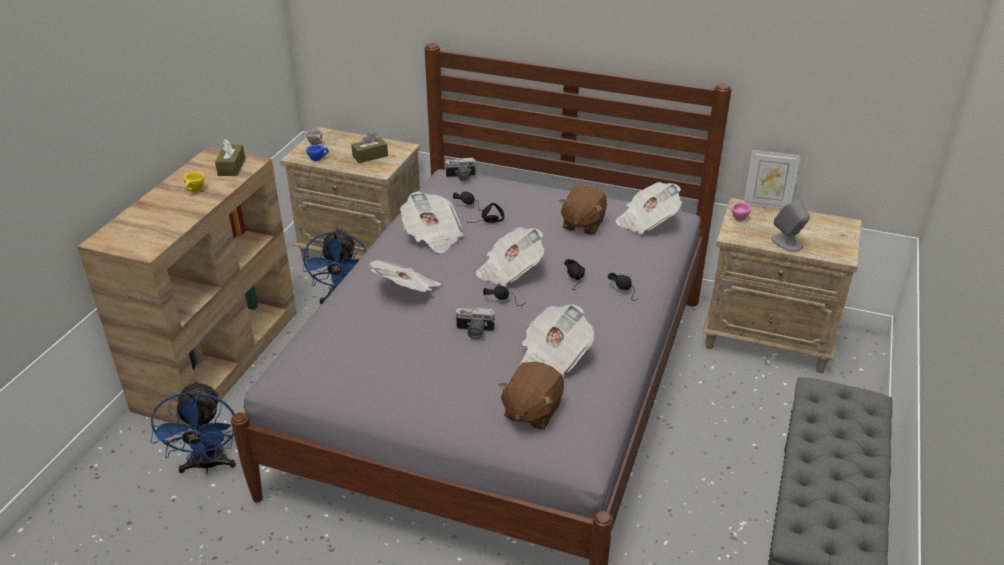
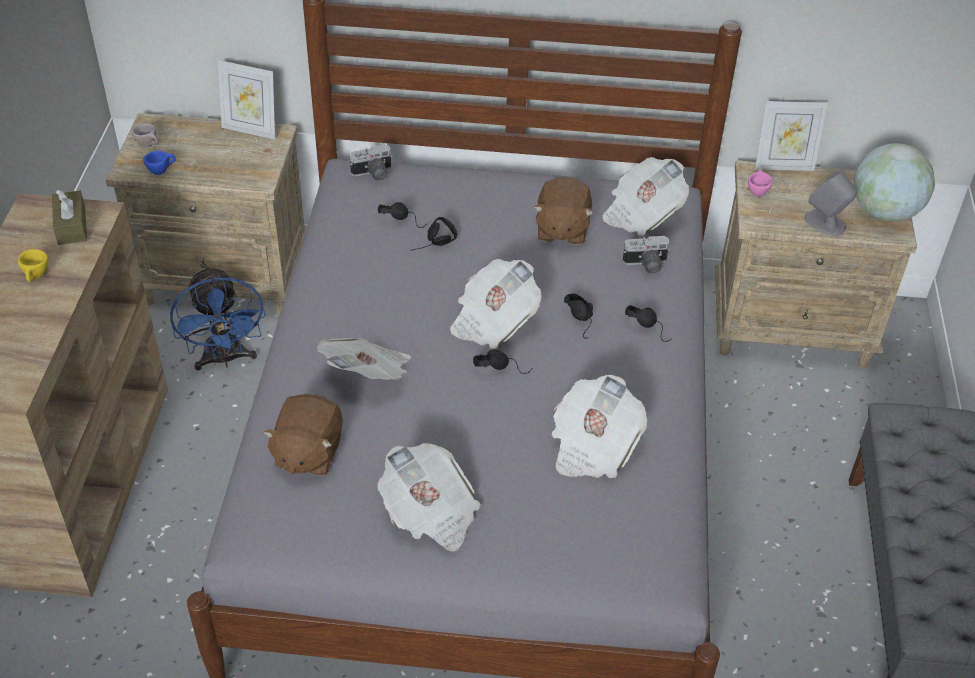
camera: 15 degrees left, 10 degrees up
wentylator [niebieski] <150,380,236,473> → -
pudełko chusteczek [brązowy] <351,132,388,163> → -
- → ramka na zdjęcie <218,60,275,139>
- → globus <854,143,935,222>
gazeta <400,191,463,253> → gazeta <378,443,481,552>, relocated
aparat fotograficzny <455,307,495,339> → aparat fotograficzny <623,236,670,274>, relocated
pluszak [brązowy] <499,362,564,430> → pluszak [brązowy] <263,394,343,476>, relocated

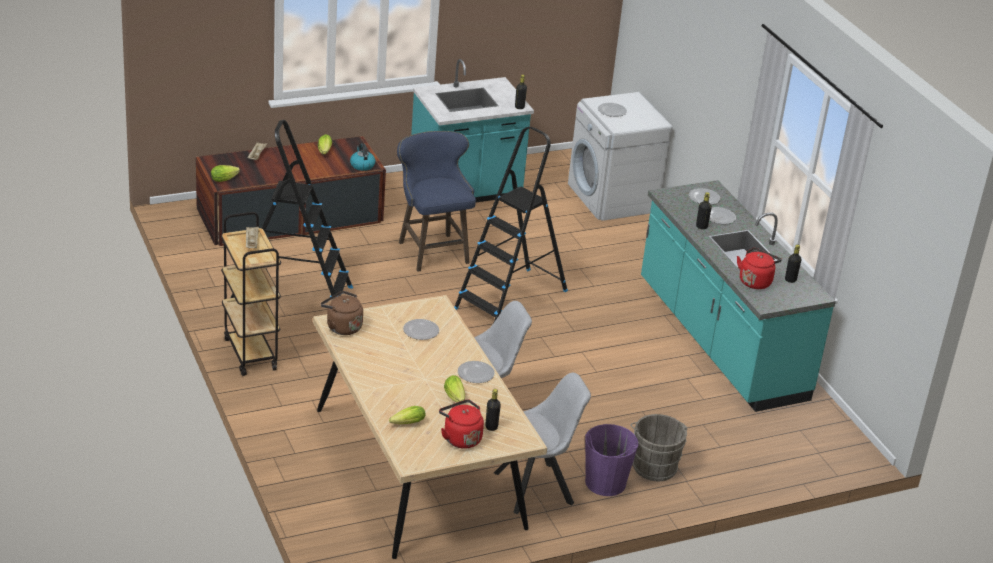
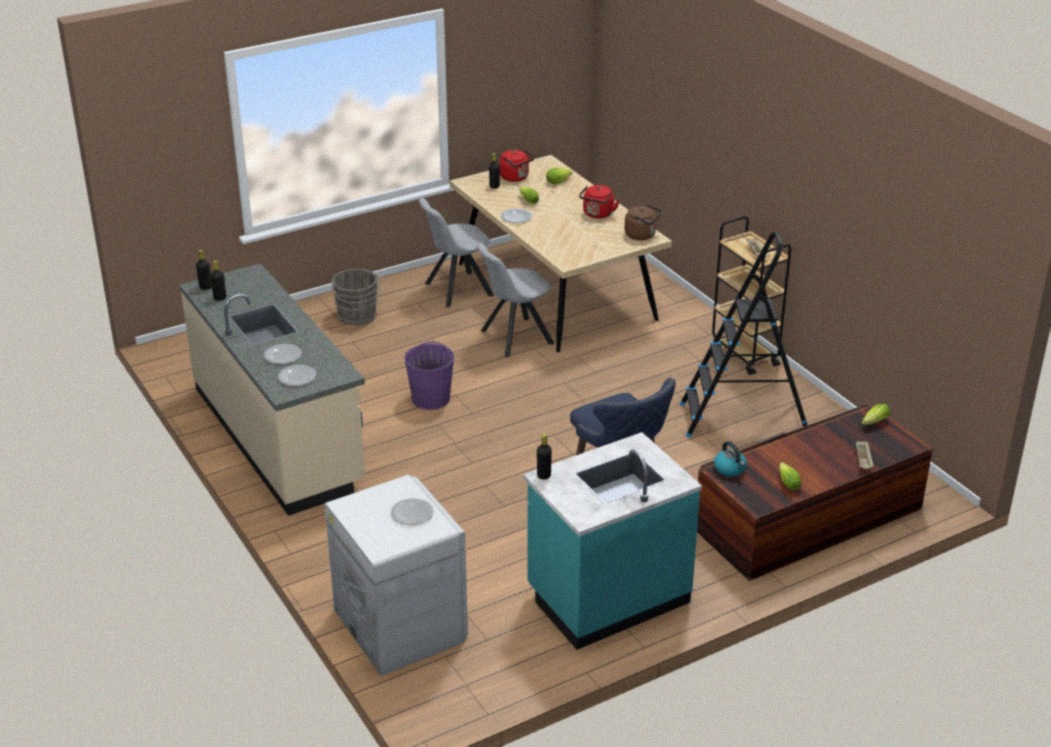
camera: 175 degrees right, 0 degrees up
talerz <403,319,439,340> → -
drabinka [czarny] <454,127,568,322> → -
wiadro [fioletowy] <585,424,639,496> → wiadro [fioletowy] <404,342,454,410>, relocated
butelka [czarny] <696,192,712,229> → butelka [czarny] <196,250,212,290>, relocated
czajnik [czerwony] <737,247,782,289> → czajnik [czerwony] <579,185,619,219>, relocated
zabudowa kuchenna [turkusowy] <641,180,836,412> → zabudowa kuchenna [beżowy] <180,263,365,516>

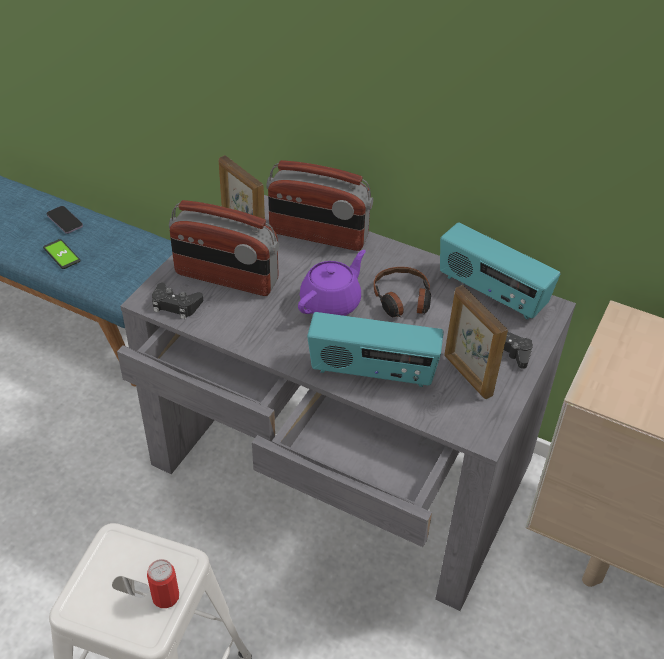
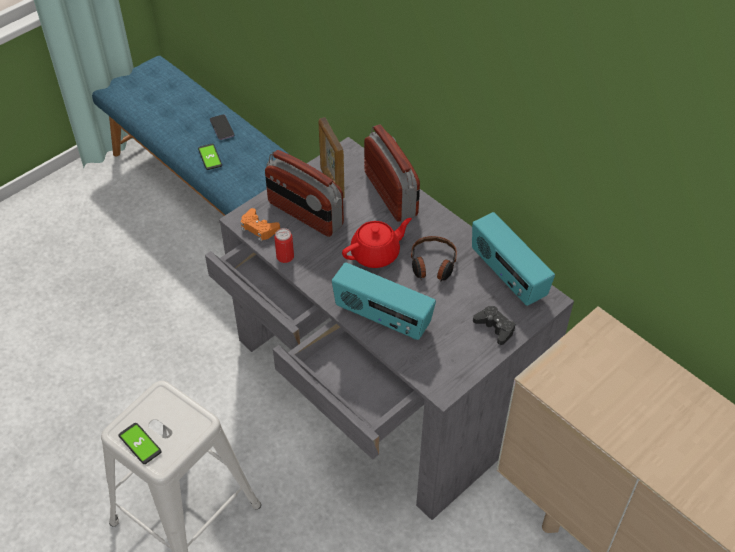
camera: 20 degrees right, 5 degrees up
ramka na zdjęcie <444,285,508,399> → -
- → telefon <119,423,162,464>
puszka <147,559,179,608> → puszka <275,228,294,263>, relocated
pad do gier [czarny] <152,283,203,319> → pad do gier [pomarańczowy] <241,208,280,241>
imbryk [fioletowy] <298,250,366,316> → imbryk [czerwony] <342,218,412,268>
radio <266,160,373,251> → radio <364,124,420,222>, 150 degrees counterclockwise

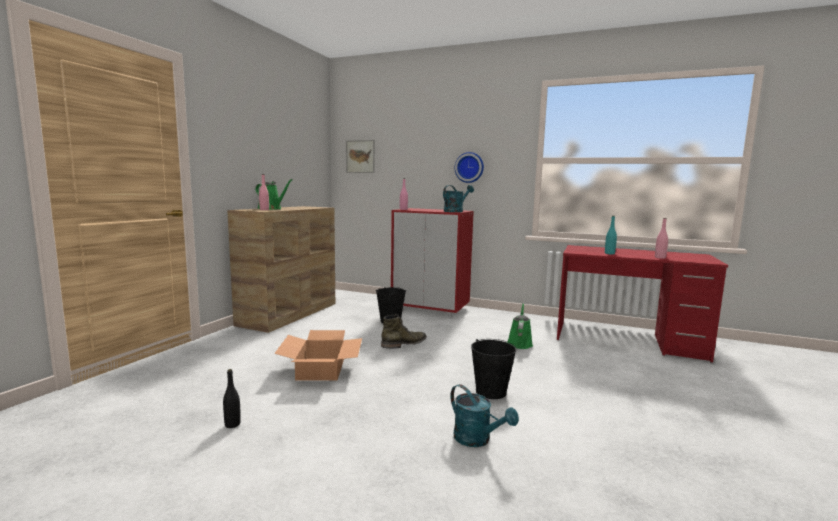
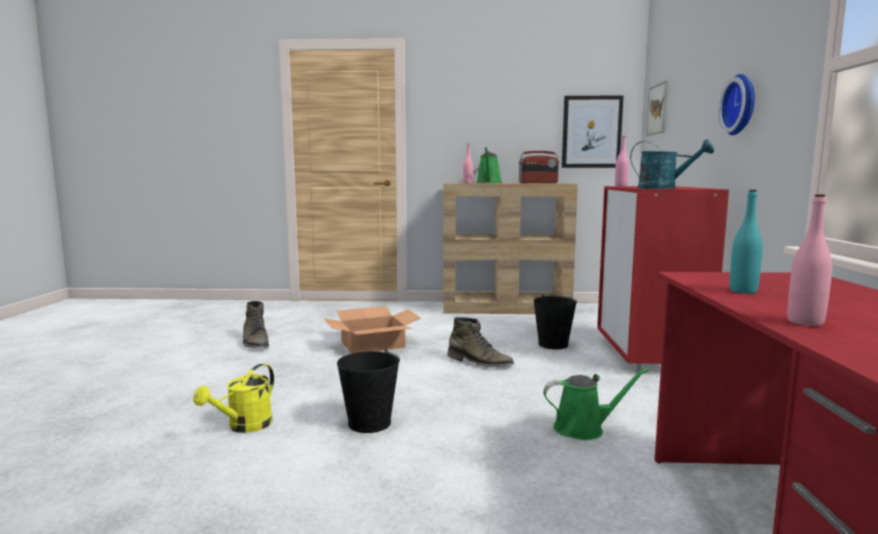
camera: 70 degrees right, 0 degrees up
- → radio <519,151,559,183>
- → obraz <562,96,623,168>
butelka [czarny] <223,369,241,428> → but z cholewką [zielony] <243,301,269,348>
konewka [turkusowy] <450,384,519,447> → konewka [żółty] <193,364,274,433>

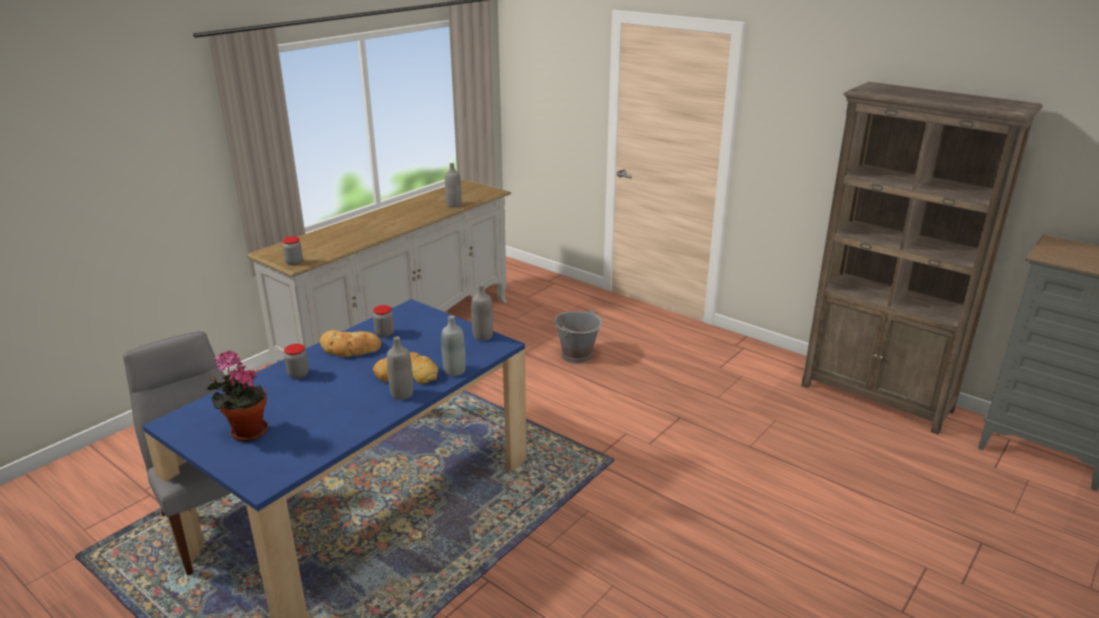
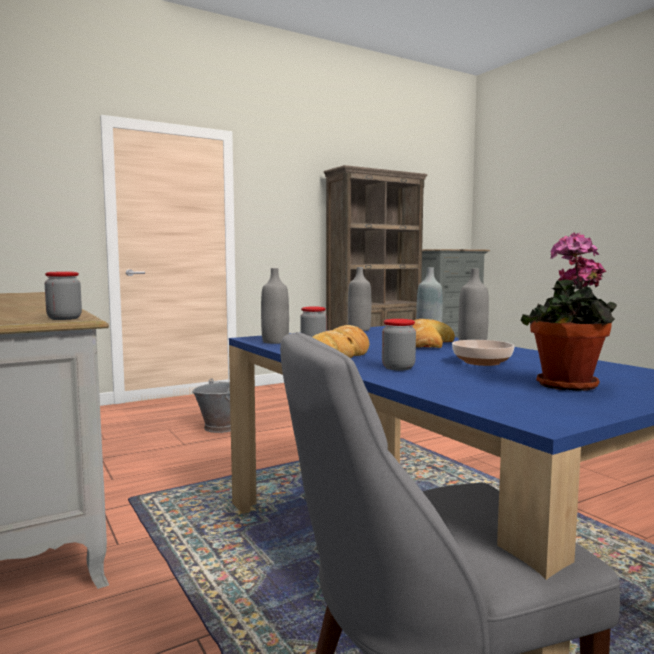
camera: 70 degrees left, 20 degrees down
- → miska <452,340,515,366>
butelka [szary] <445,163,462,207> → butelka [szary] <261,268,289,344>, relocated

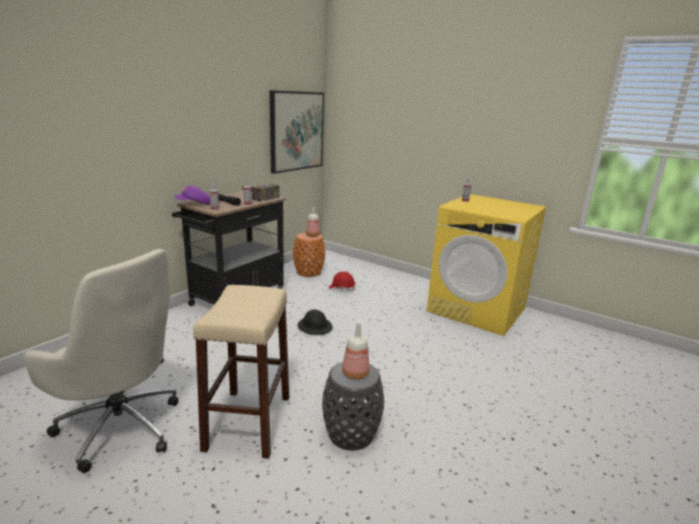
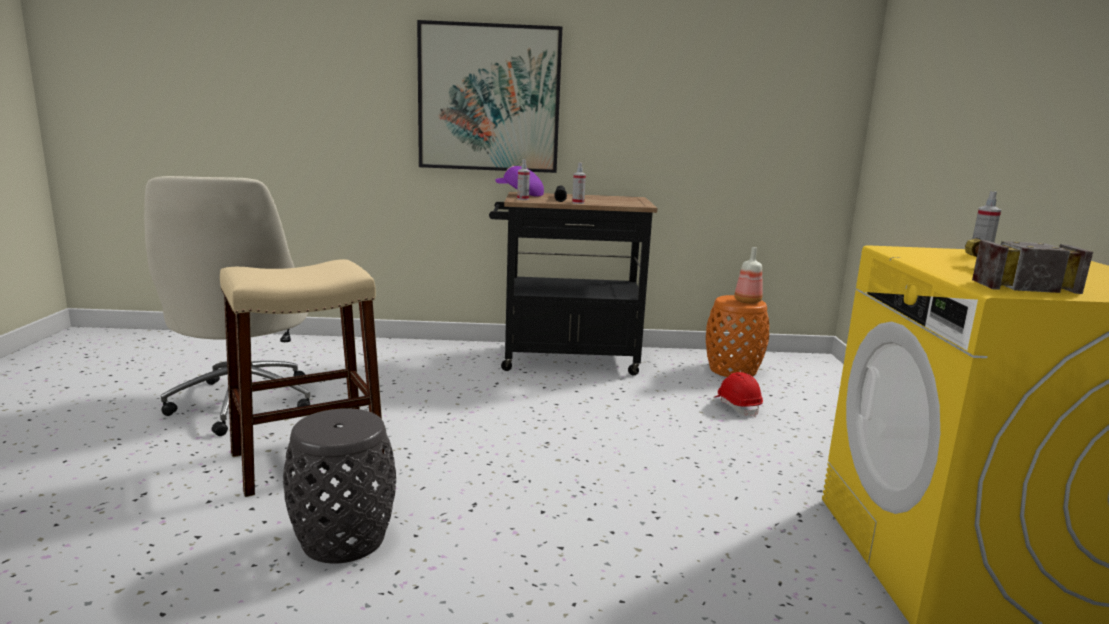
camera: 55 degrees right, 5 degrees down
kask [czarny] <297,309,333,335> → -
butelka <342,323,370,380> → -
młotek <242,184,280,202> → młotek <965,238,1093,294>, relocated
obraz <270,90,324,174> → obraz <417,20,563,173>, relocated

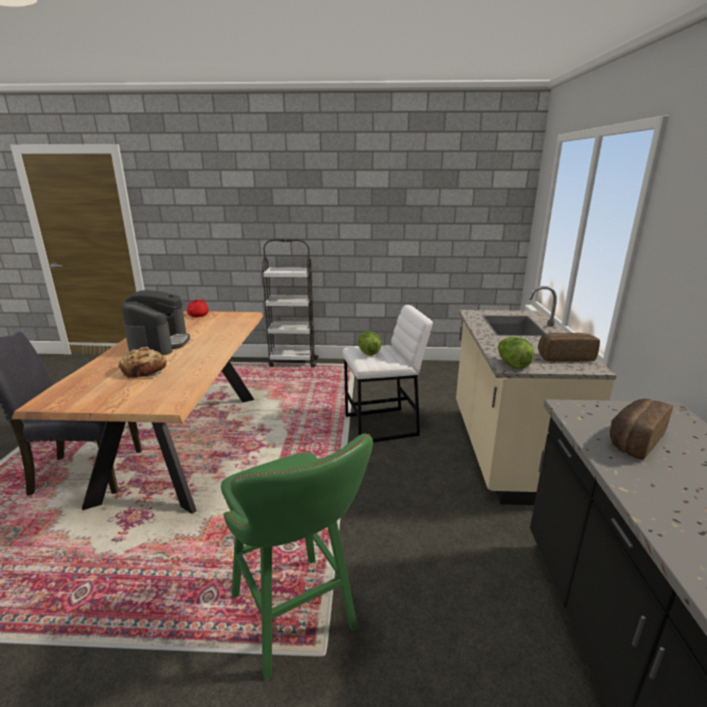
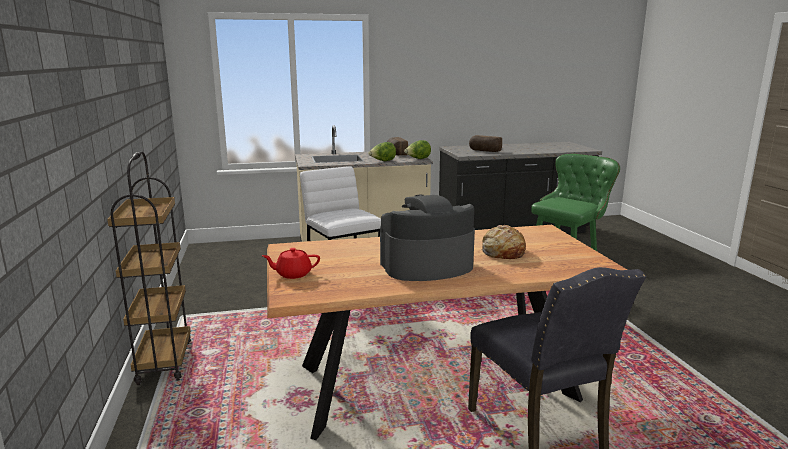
camera: 105 degrees left, 5 degrees down
sałata <358,331,382,356> → sałata <368,142,396,161>, relocated
wózek [biały] <262,239,320,368> → wózek [brązowy] <107,151,191,385>

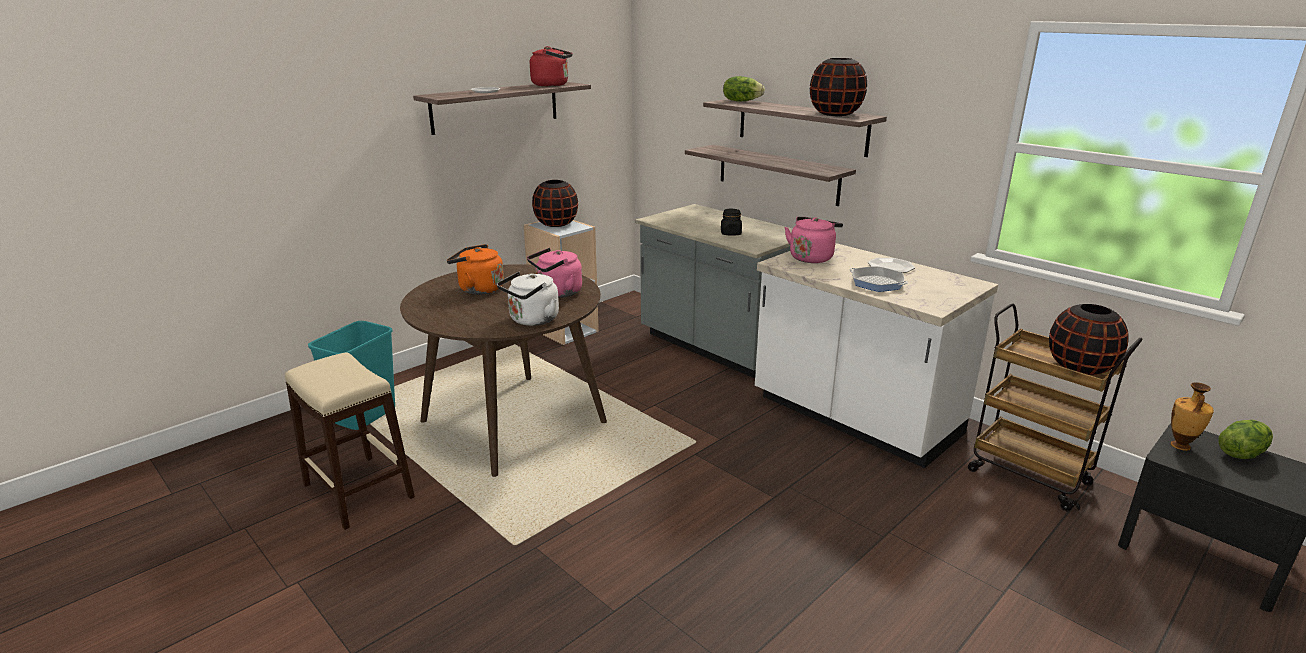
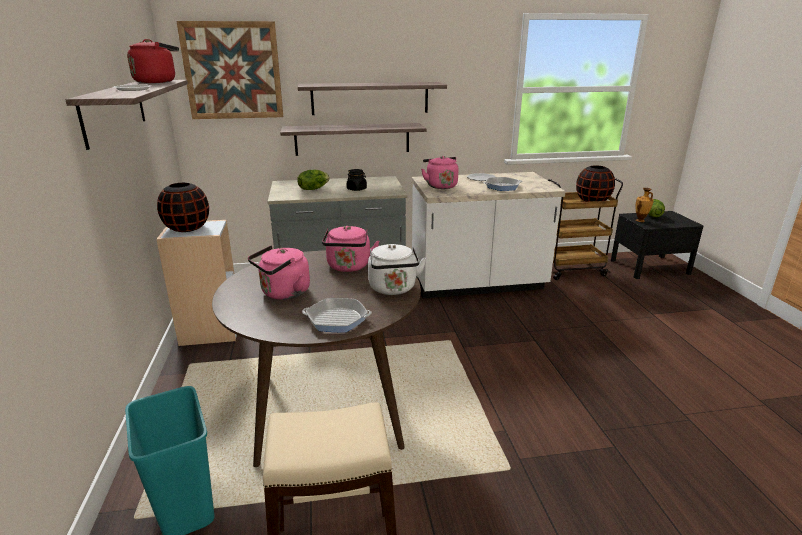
camera: 55 degrees left, 0 degrees up
wazon [czarny] <810,58,867,116> → -
- → obraz <176,21,283,119>
- → patelnia <302,298,371,332>
sałata <723,76,765,102> → sałata <297,170,330,190>, relocated
czajnik [pomarańczowy] <447,244,504,295> → czajnik [różowy] <248,245,310,300>

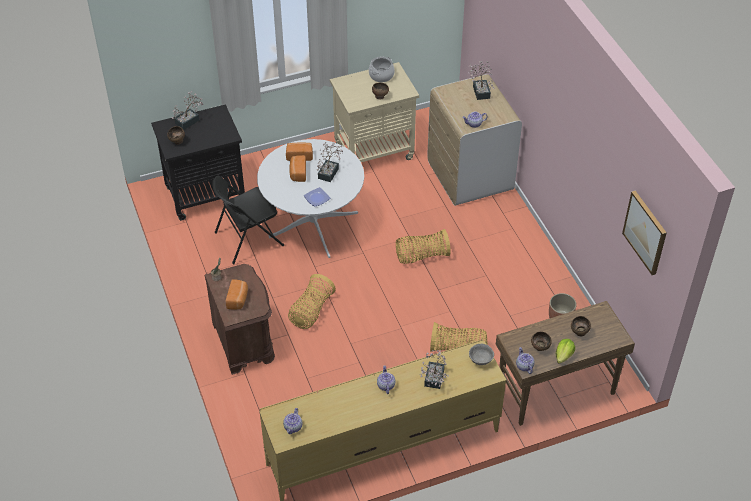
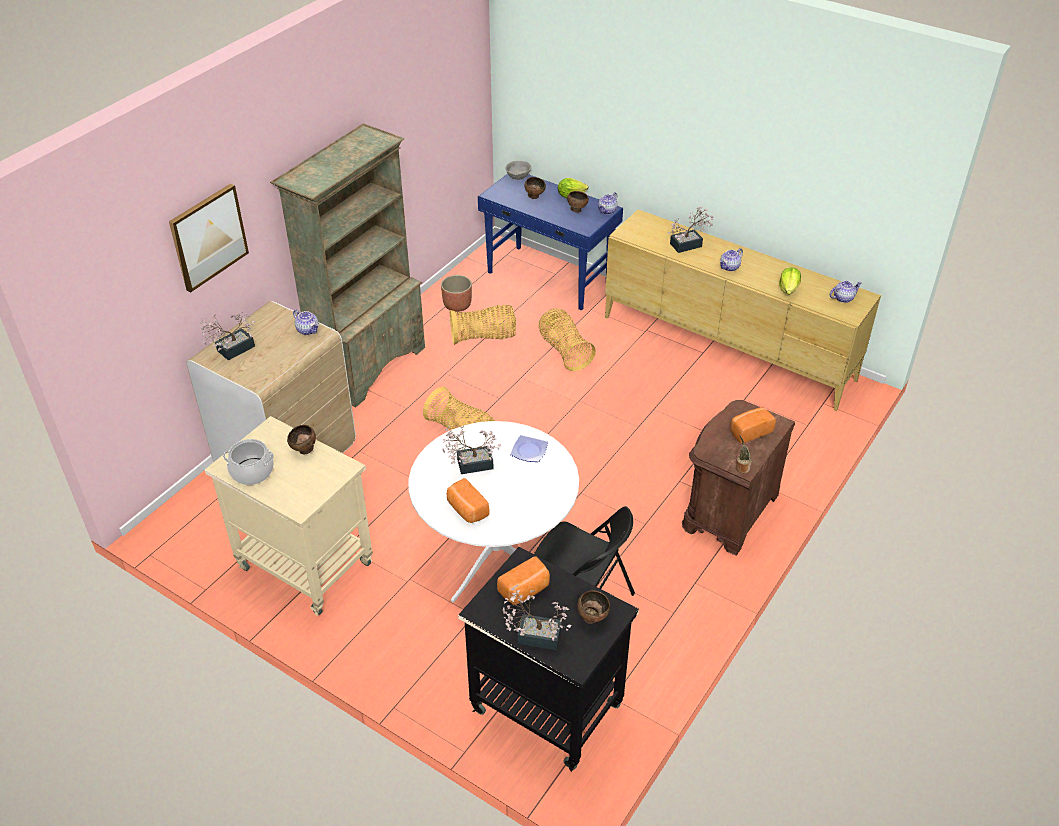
camera: 125 degrees left, 5 degrees down
- → regał [zielony] <270,123,425,408>
- → sałata <779,267,801,294>
koszyk <288,274,336,329> → koszyk <450,305,516,345>, relocated
chleb <290,155,306,182> → chleb <497,556,550,605>, relocated
miska [szary] <469,344,494,365> → miska [szary] <506,161,532,180>, relocated
obraz <622,191,667,275> → obraz <169,184,249,292>, relocated
stolik konsolowy [brązowy] <496,301,635,426> → stolik konsolowy [niebieski] <478,174,623,311>

